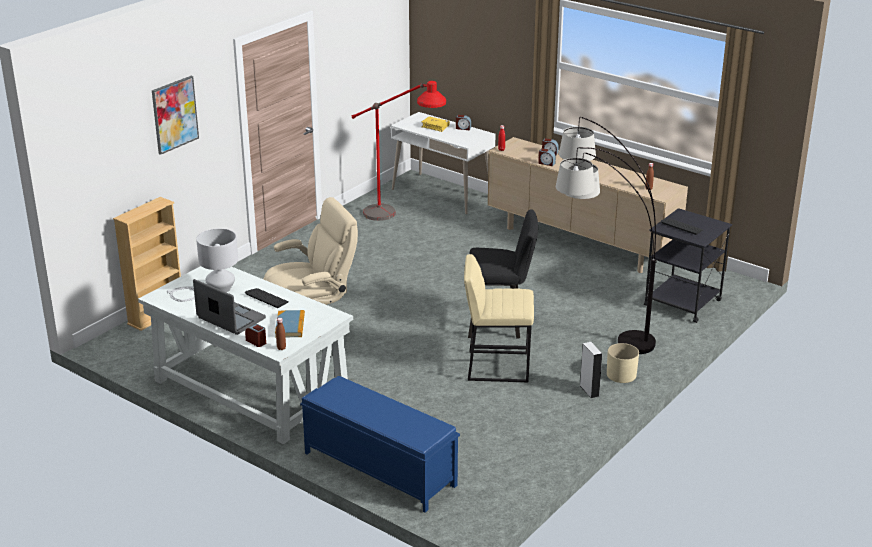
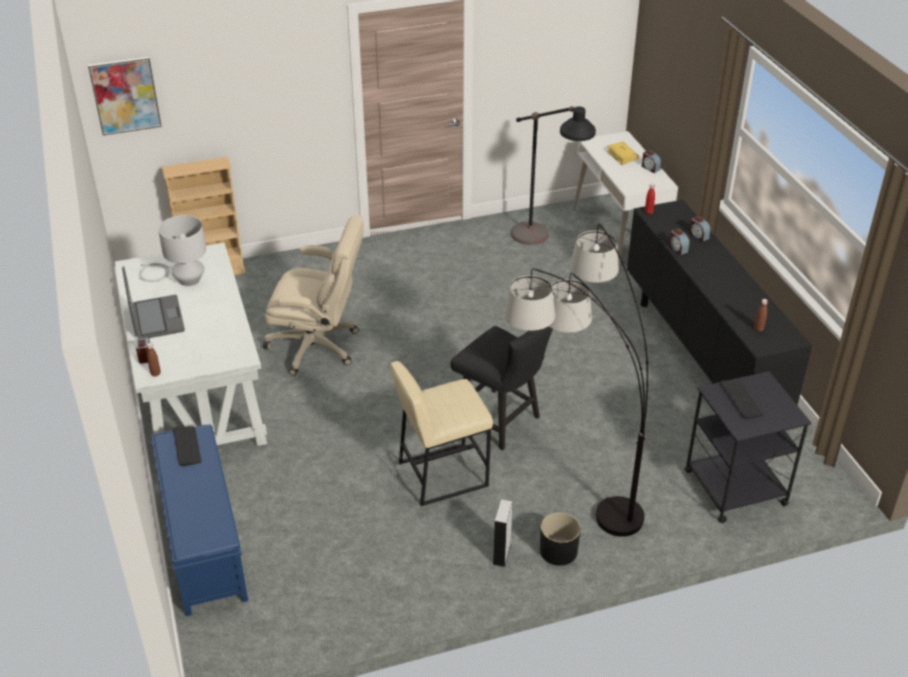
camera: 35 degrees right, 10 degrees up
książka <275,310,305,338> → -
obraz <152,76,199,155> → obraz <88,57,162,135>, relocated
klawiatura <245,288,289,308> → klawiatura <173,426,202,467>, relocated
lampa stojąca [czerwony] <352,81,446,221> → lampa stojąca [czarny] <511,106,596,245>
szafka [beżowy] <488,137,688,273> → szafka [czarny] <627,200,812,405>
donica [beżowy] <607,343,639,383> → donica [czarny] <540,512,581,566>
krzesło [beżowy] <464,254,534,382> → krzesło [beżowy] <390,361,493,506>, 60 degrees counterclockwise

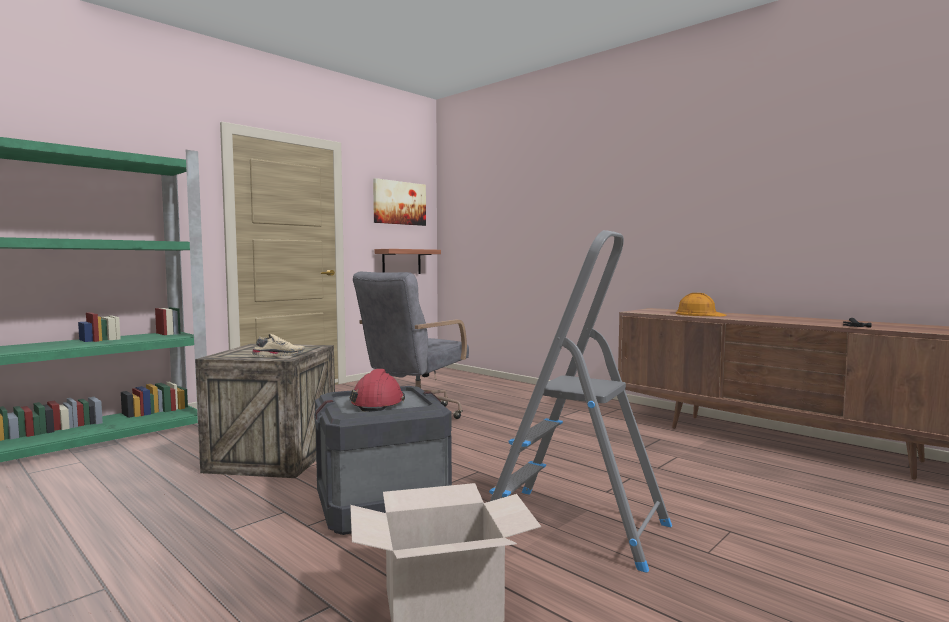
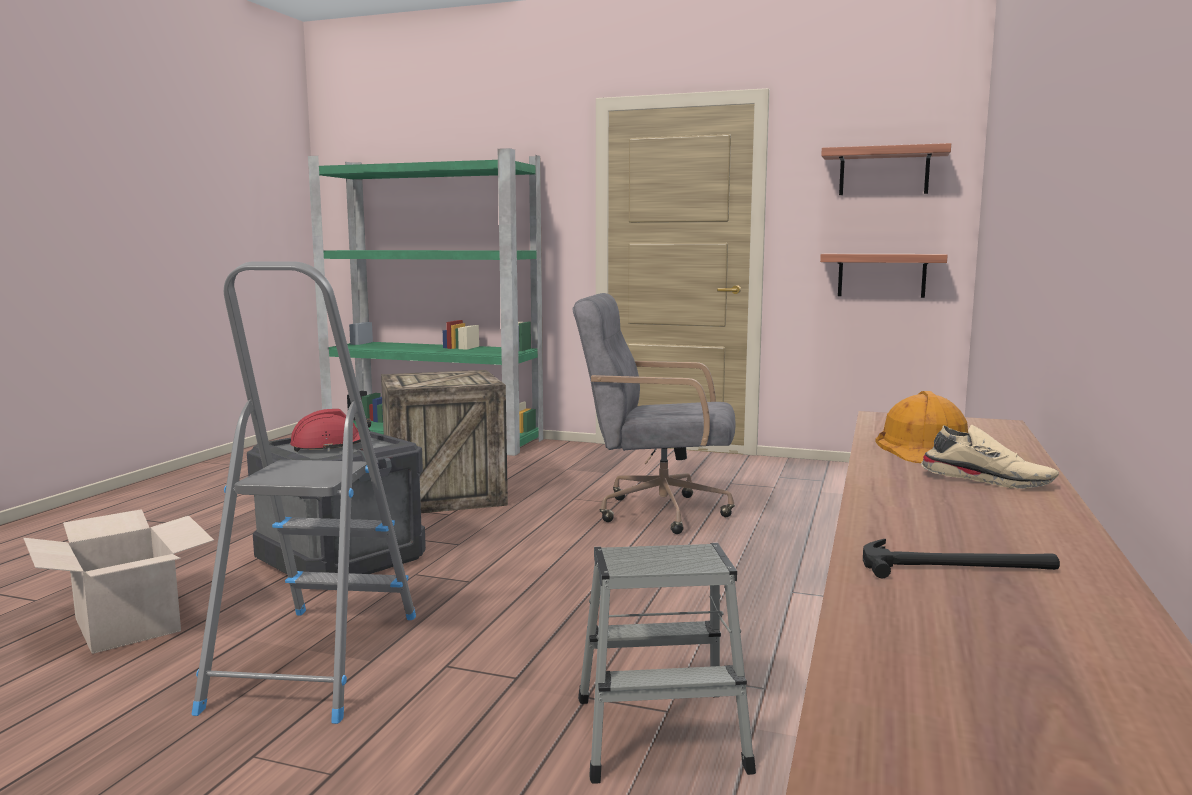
camera: 65 degrees right, 5 degrees up
- → drabinka [szary] <578,543,756,784>
but [beżowy] <251,334,305,357> → but [beżowy] <921,425,1059,489>, relocated
obraz <373,178,426,226> → półka <821,143,951,195>

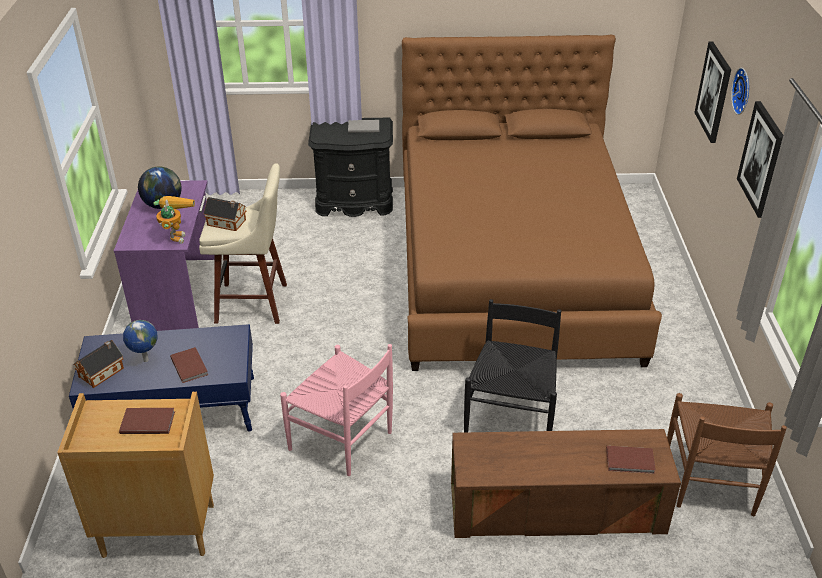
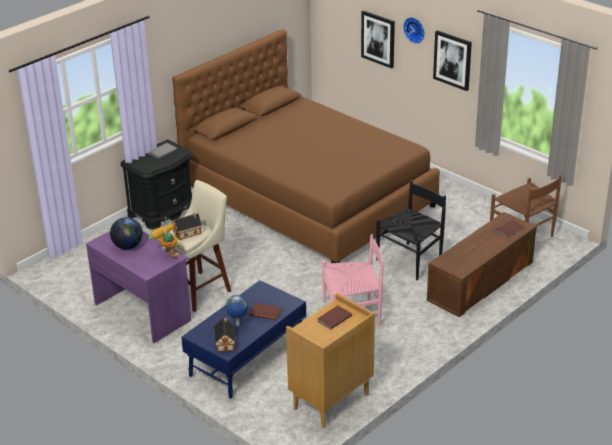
camera: 45 degrees left, 5 degrees down
krzesło [czarny] <464,299,561,432> → krzesło [czarny] <376,181,446,280>, 75 degrees clockwise

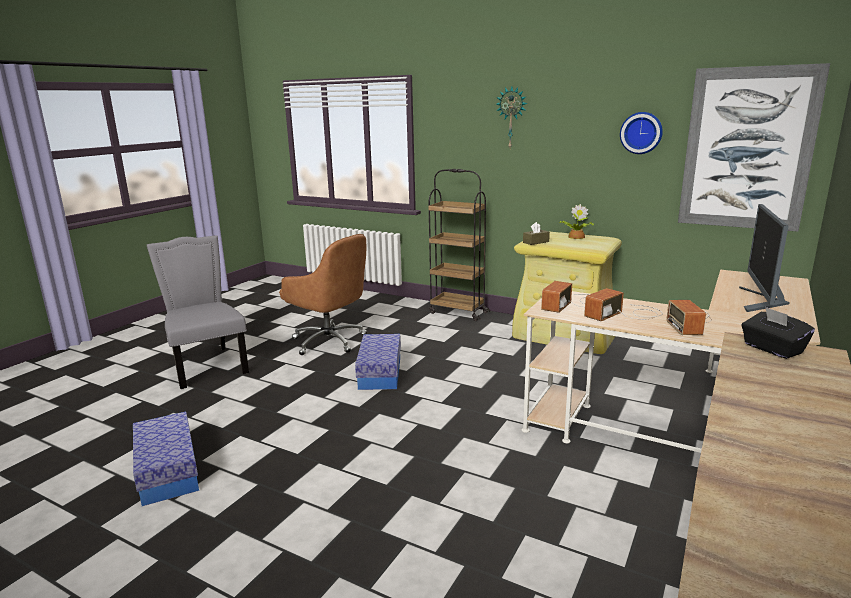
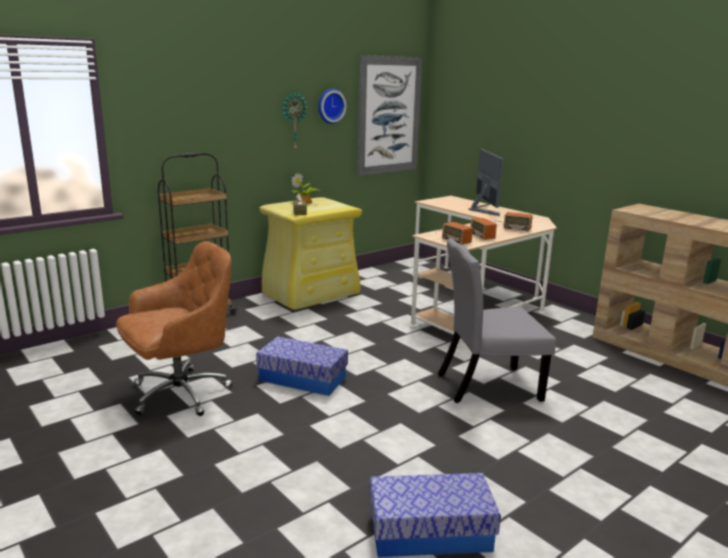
camera: 70 degrees left, 0 degrees up
pudełko chusteczek [czarny] <741,307,815,359> → -
krzesło [szary] <147,235,249,389> → krzesło [szary] <438,239,556,403>, relocated
zegar ścienny <496,86,528,148> → zegar ścienny <281,92,308,152>, relocated
monitor <739,204,790,312> → monitor <468,149,503,216>, 135 degrees counterclockwise

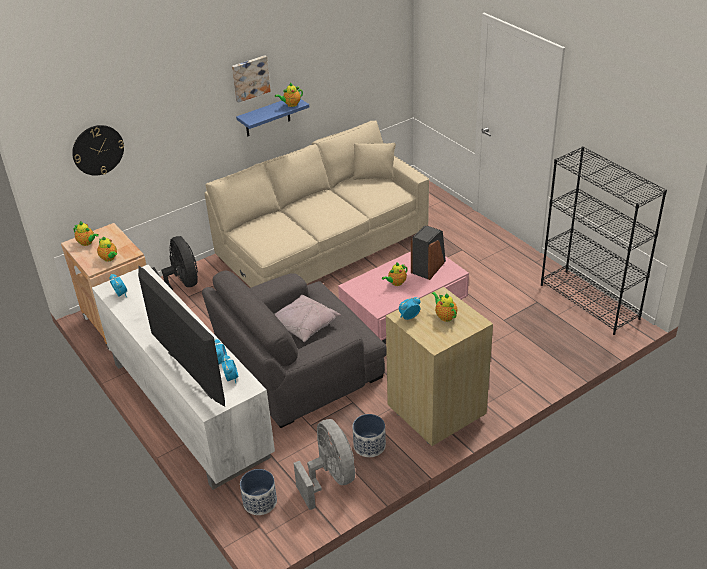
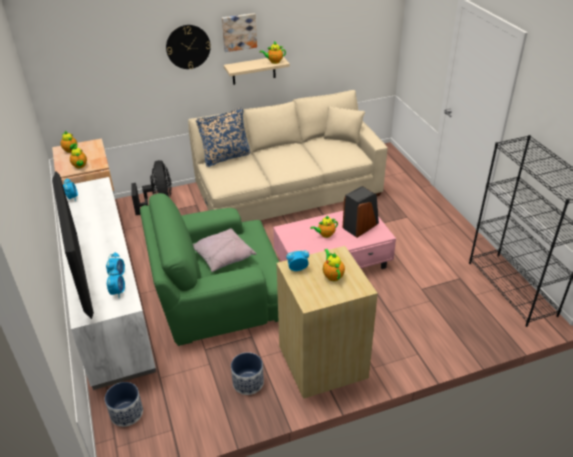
camera: 15 degrees right, 0 degrees up
wentylator [szary] <294,419,355,510> → -
- → poduszka [niebieski] <196,108,250,167>
zegar ścienny <72,125,124,176> → zegar ścienny <166,25,211,69>, relocated
fotel [szary] <202,271,387,428> → fotel [zielony] <140,193,279,346>
półka [niebieski] <236,99,309,136> → półka [beżowy] <224,57,290,85>

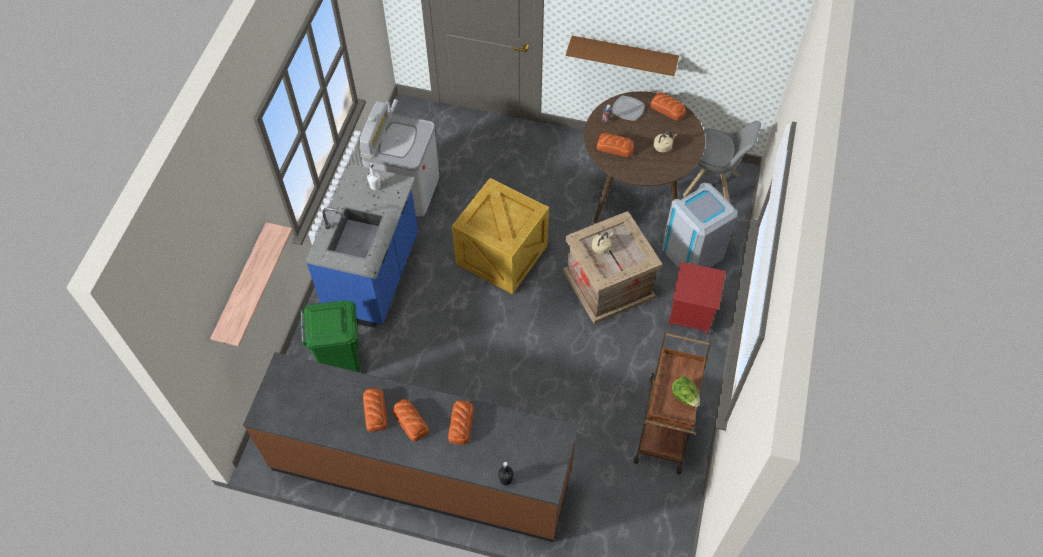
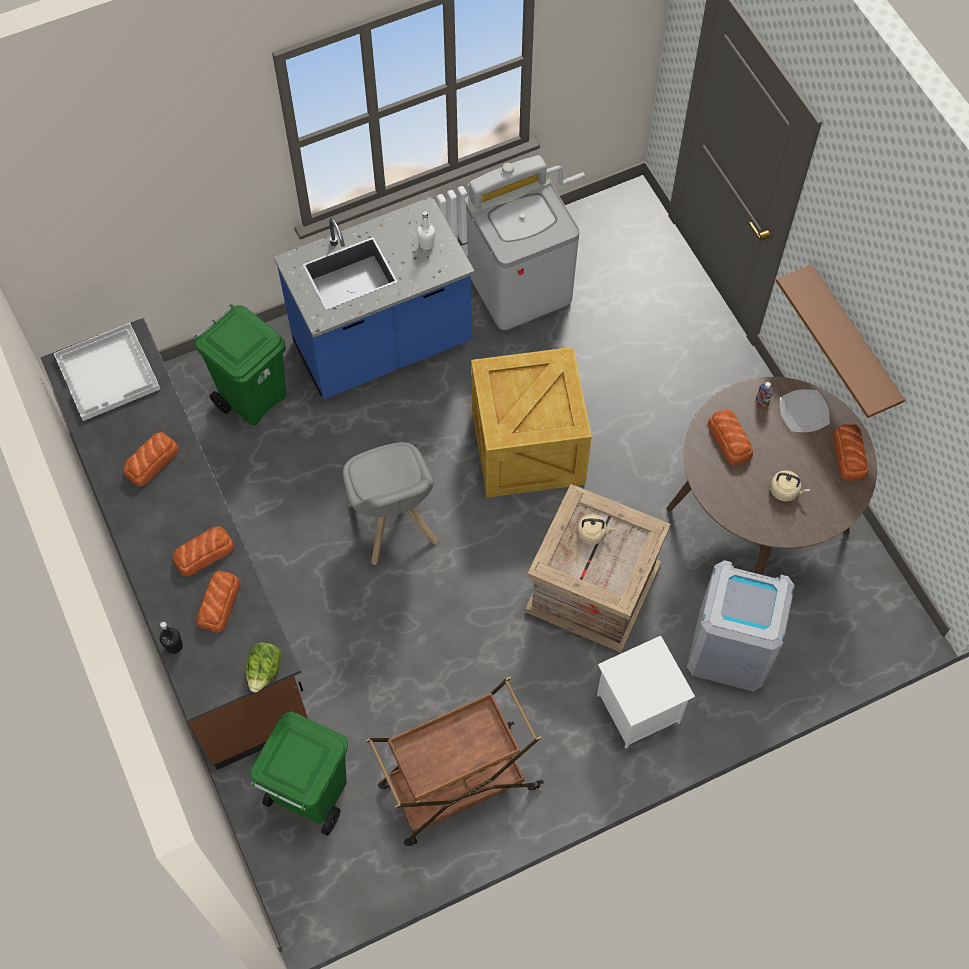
camera: 50 degrees right, 5 degrees up
półka <210,222,293,346> → -
- → taca [biały] <53,323,160,421>
- → kosz na śmieci [zielony] <250,711,348,836>
chleb <392,399,429,442> → chleb <196,570,240,632>, relocated
sałata <672,376,700,407> → sałata <245,642,282,692>, relocated
krzesło [szary] <683,121,761,203> → krzesło [szary] <343,442,439,565>, relocated
szafka nocna [czerwony] <668,262,726,335> → szafka nocna [biały] <597,636,695,749>

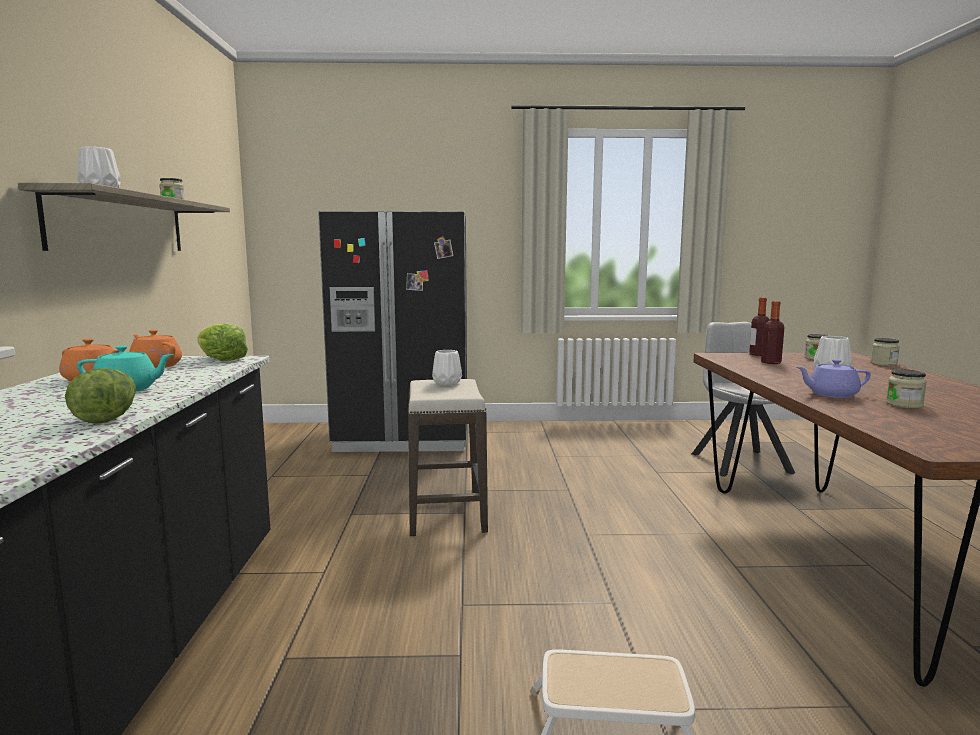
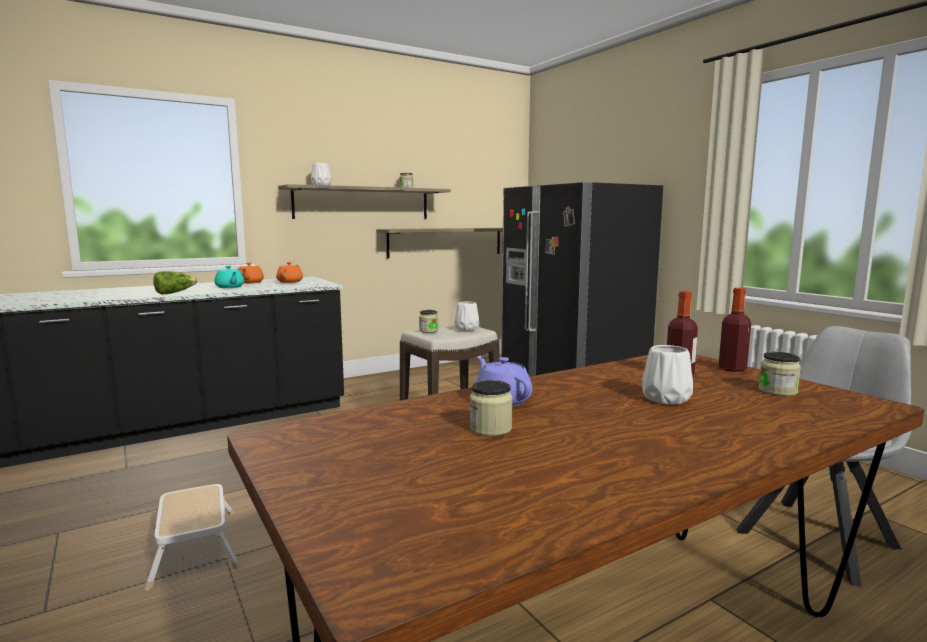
camera: 60 degrees right, 0 degrees up
sałata <197,324,248,361> → -
- → półka <376,228,503,258>
słoik <871,338,900,366> → słoik <419,310,438,333>, relocated

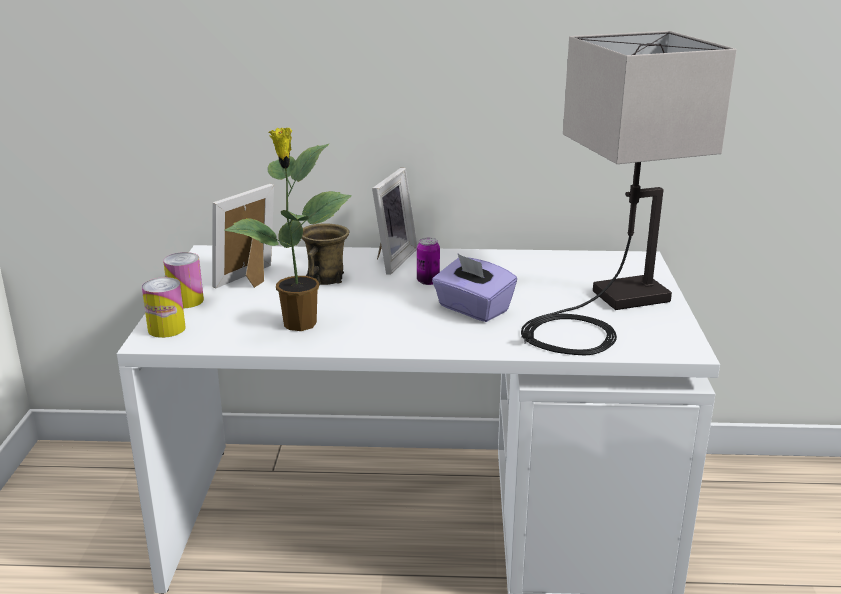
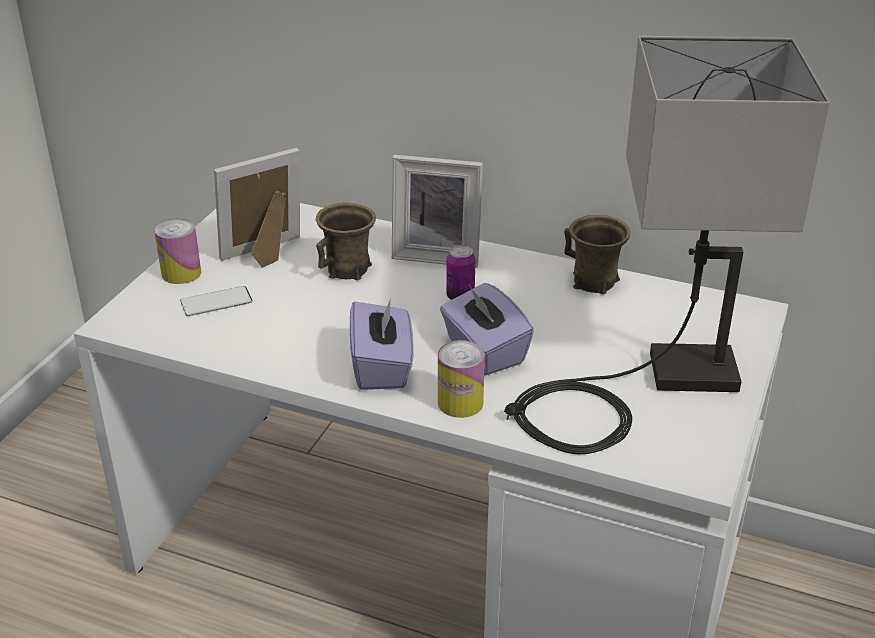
camera: 20 degrees right, 10 degrees up
roślina doniczkowa <225,128,352,331> → -
- → telefon <180,286,253,316>
- → pudełko chusteczek [fioletowy] <350,296,413,390>
- → kubek [brązowy] <564,215,631,294>
puszka <142,277,186,338> → puszka <438,340,485,418>, relocated
ramka na zdjęcie <372,168,417,275> → ramka na zdjęcie <392,155,483,268>, 60 degrees clockwise

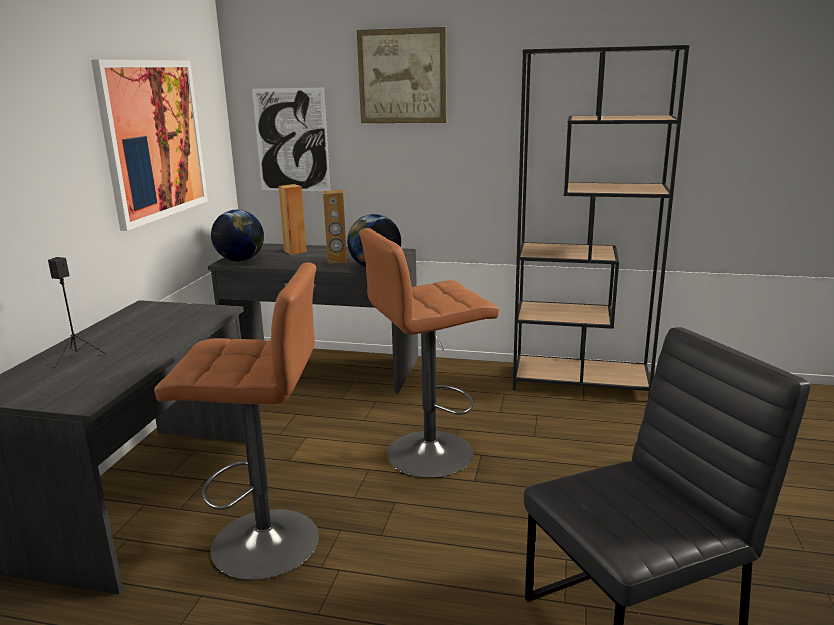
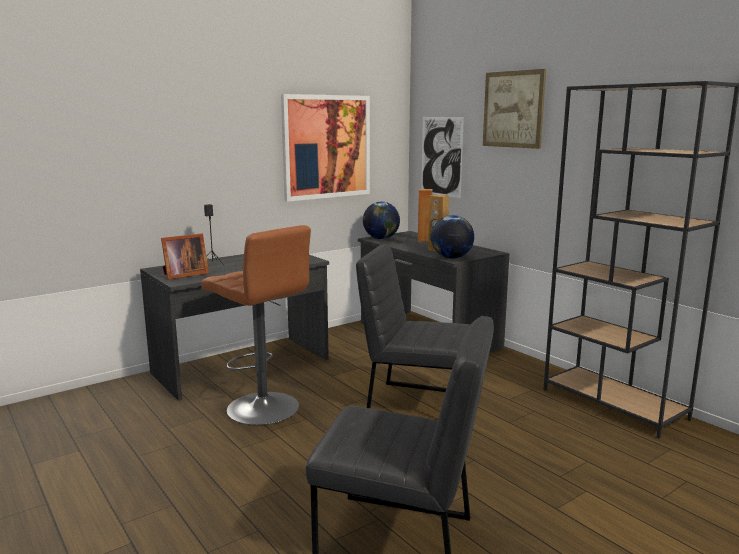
camera: 40 degrees right, 5 degrees down
- → ramka na zdjęcie <161,233,209,279>
stołek [brązowy] <359,228,499,478> → krzesło [szary] <356,244,471,408>

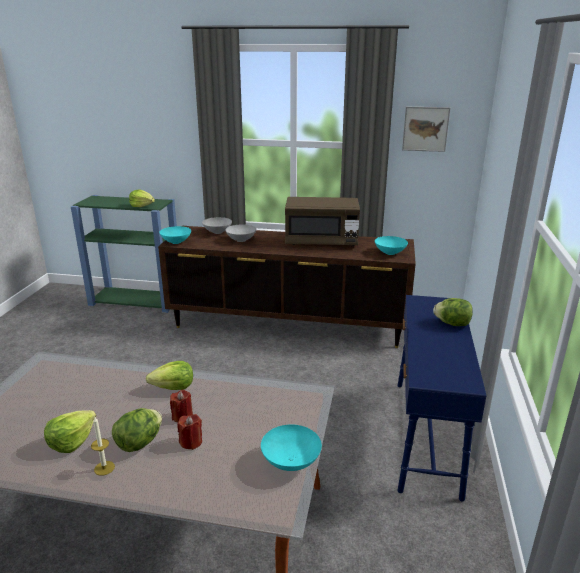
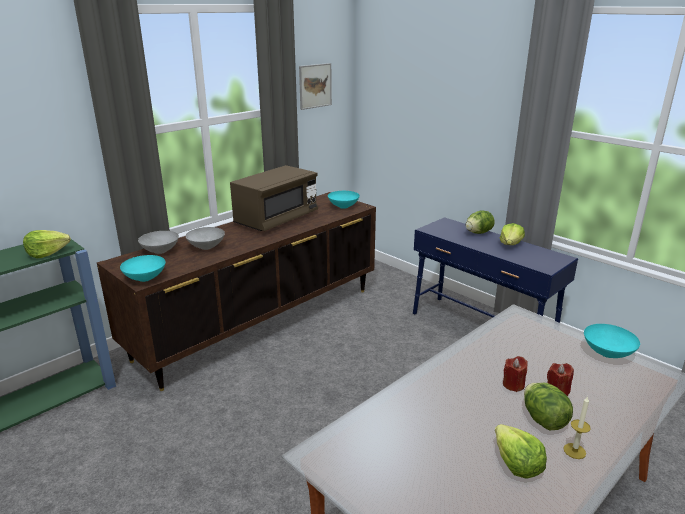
camera: 55 degrees left, 0 degrees up
sałata <146,361,193,390> → sałata <500,223,525,245>, relocated

